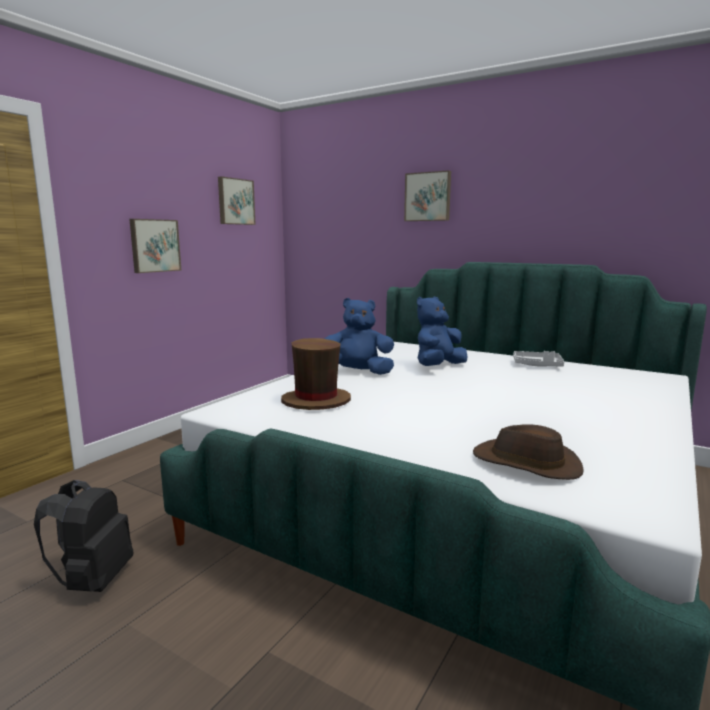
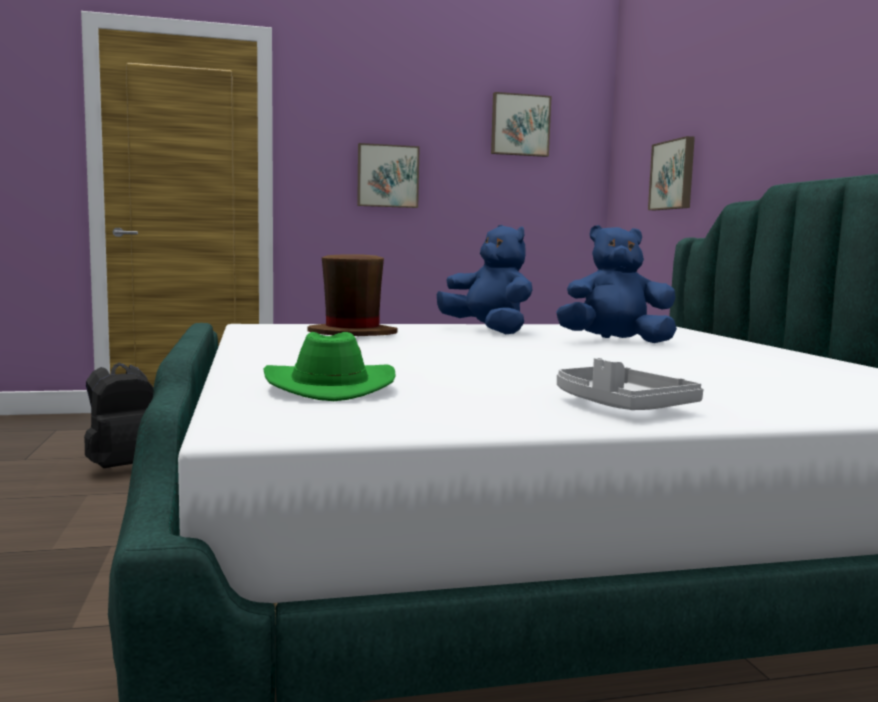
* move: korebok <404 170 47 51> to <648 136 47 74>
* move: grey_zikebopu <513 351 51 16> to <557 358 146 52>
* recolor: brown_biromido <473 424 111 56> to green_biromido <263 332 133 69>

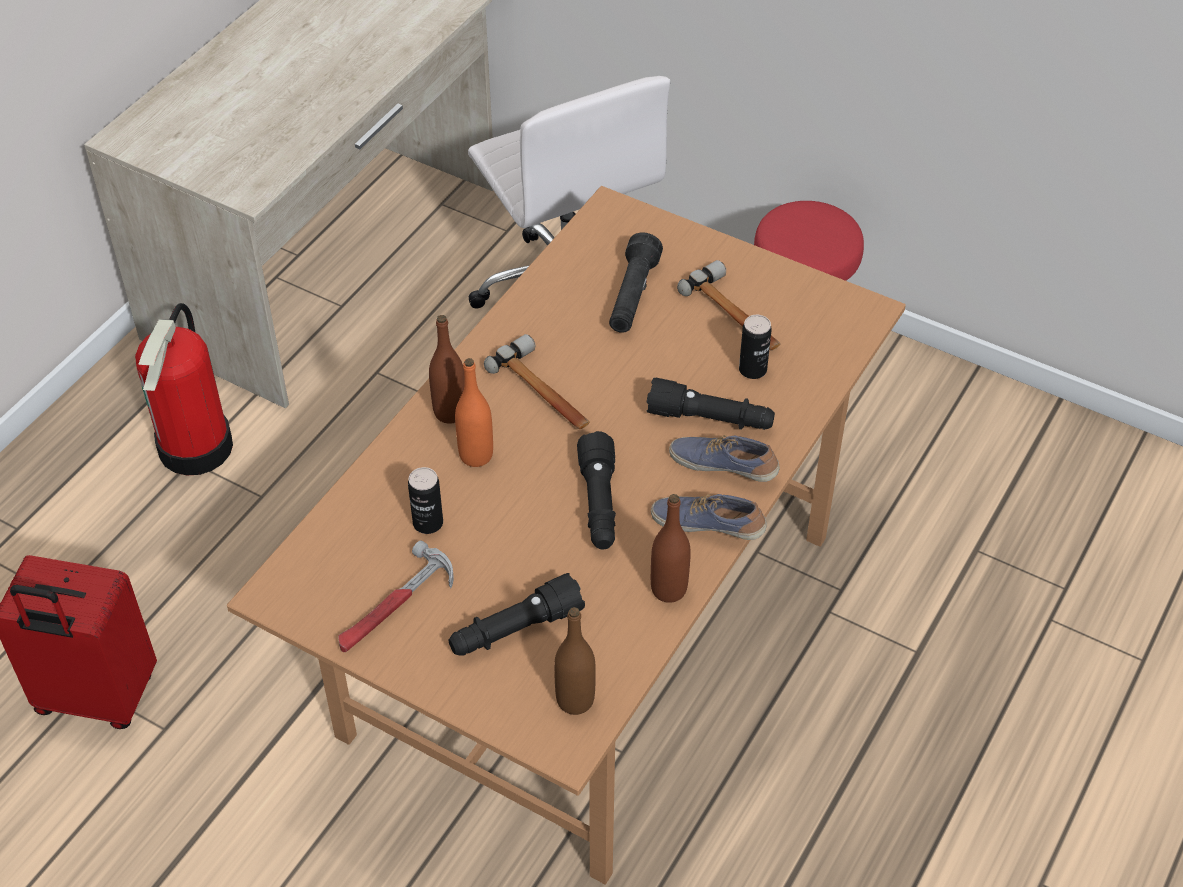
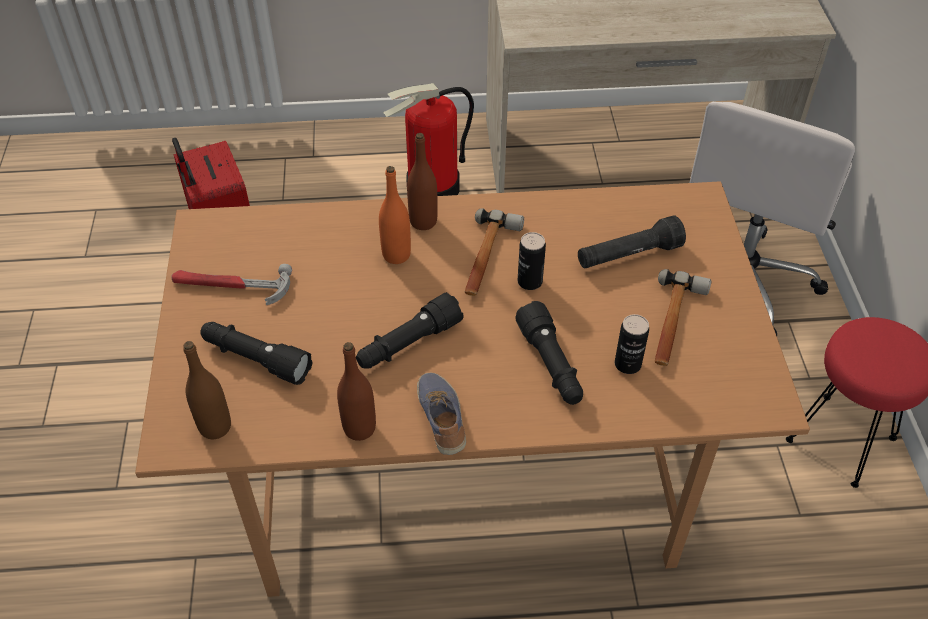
* delete: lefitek <669 435 111 47>
* move: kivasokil <408 467 35 67> to <517 232 29 58>

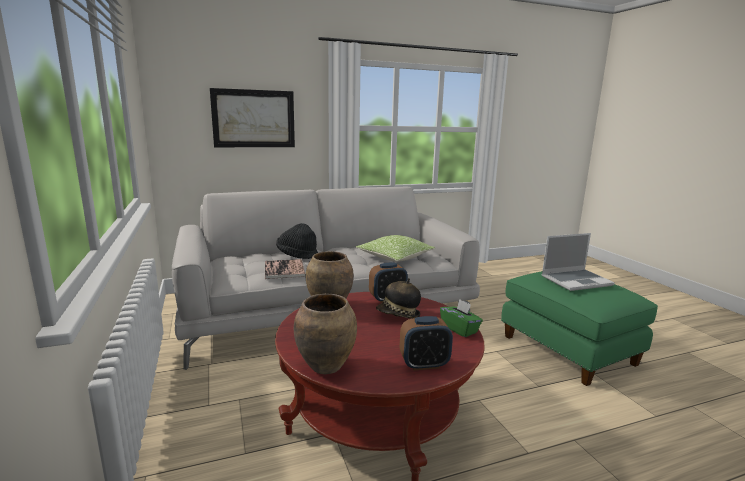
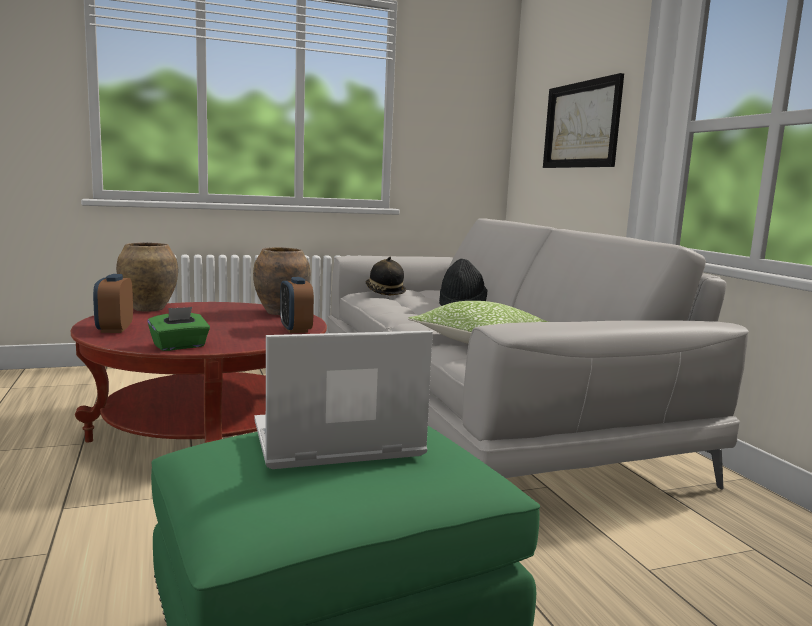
* rotate: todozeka <541 233 74 58> = <254 331 179 138> 90 degrees clockwise
* delete: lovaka <265 259 41 20>
* move: biromido <376 278 45 41> to <366 256 40 40>

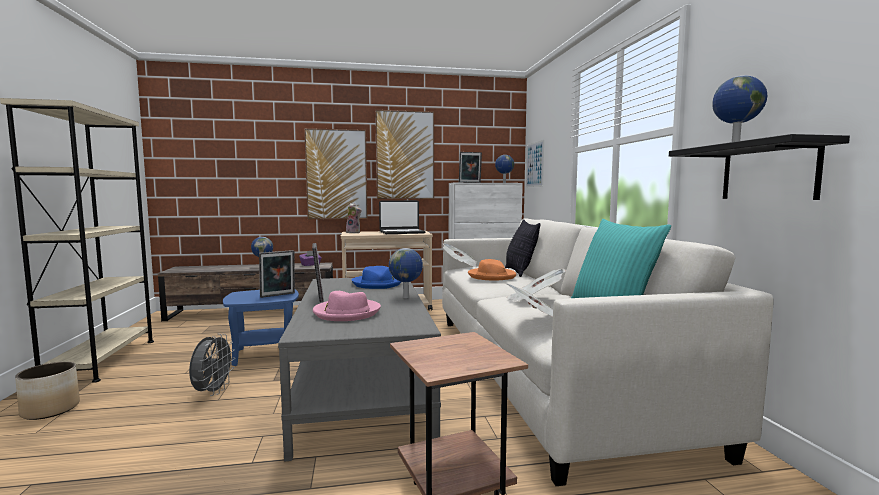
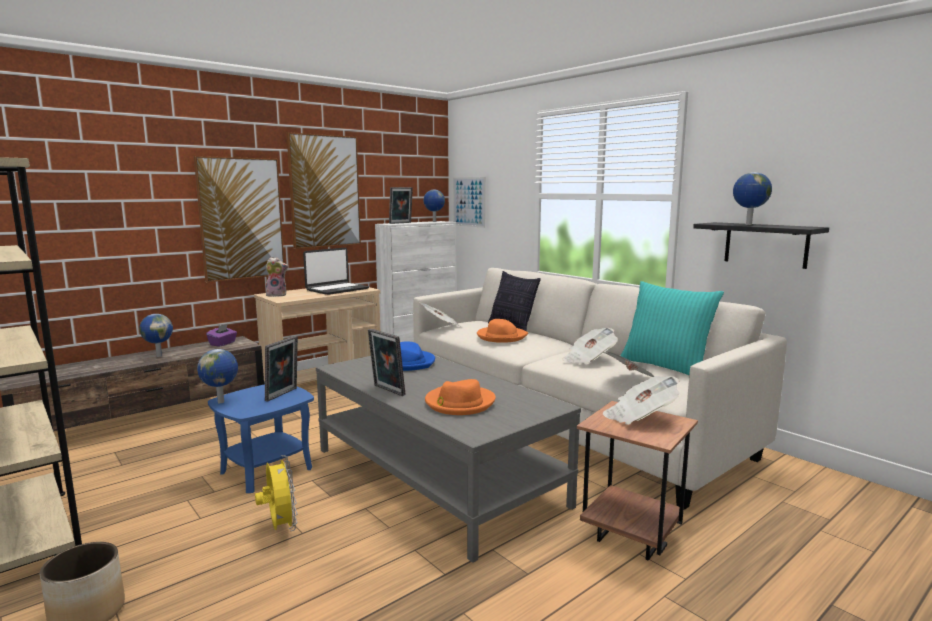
* move: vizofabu <389 248 34 50> to <197 349 41 54>
* recolor: pink_biromido <313 291 68 30> to orange_biromido <425 379 71 36>
* recolor: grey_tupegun <189 334 46 62> to yellow_tupegun <255 455 43 76>
* insert: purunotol <603 376 77 49>

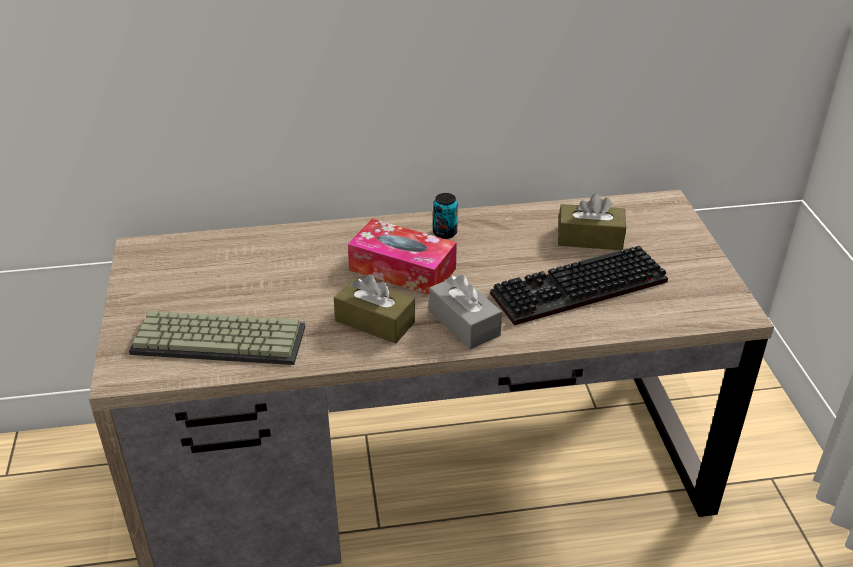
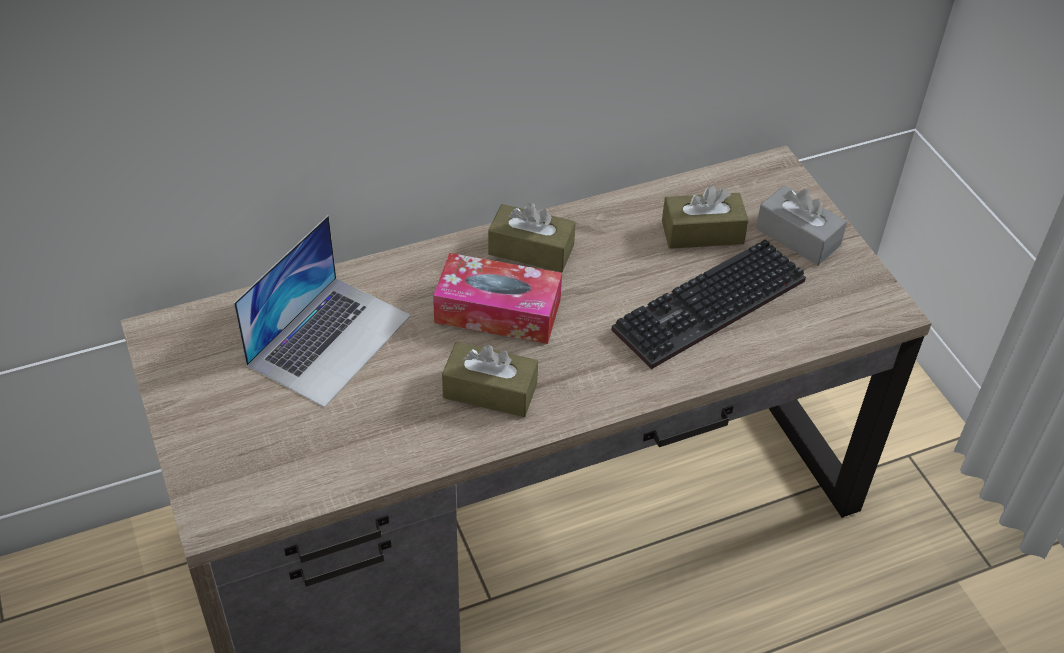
* replace: kivasokil <433 193 25 46> to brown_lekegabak <488 203 88 69>
* move: grey_lekegabak <429 275 73 74> to <756 185 91 80>
* delete: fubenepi <129 311 176 54>
* insert: todozeka <234 216 177 192>

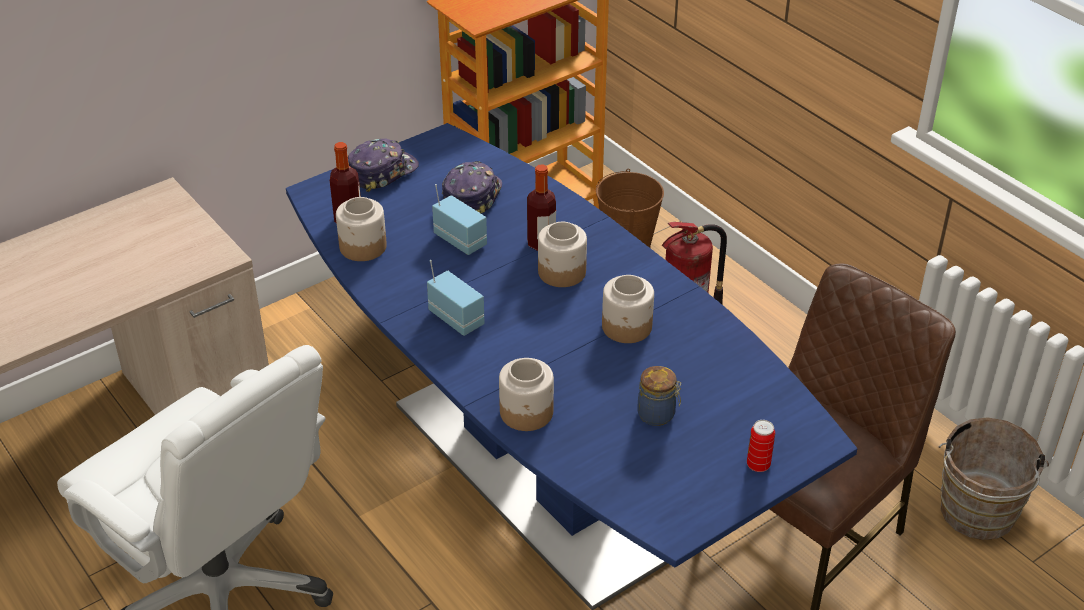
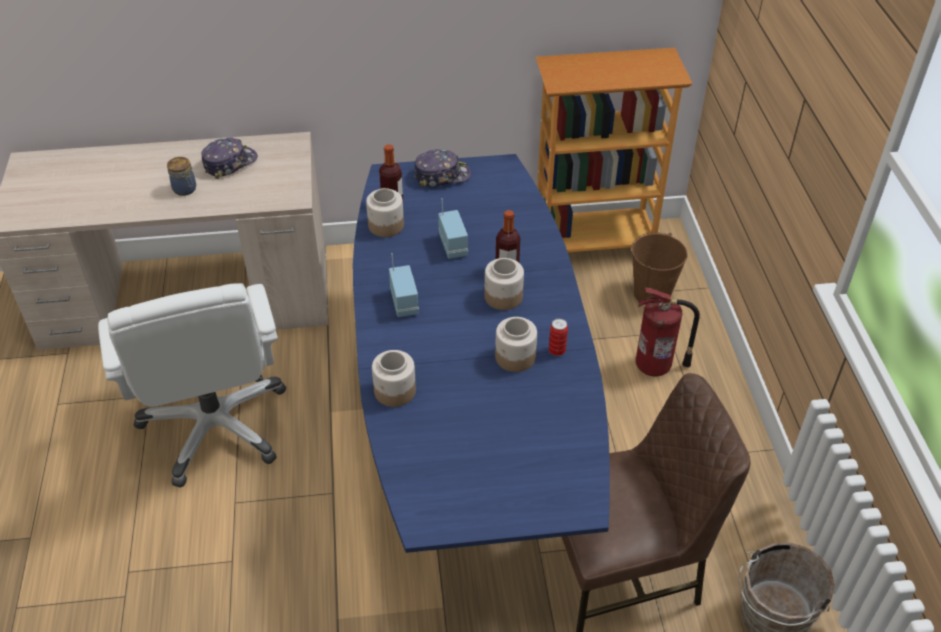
* move: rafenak <442 161 60 52> to <201 138 57 41>
* move: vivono <637 366 44 60> to <167 157 29 39>
* move: kivasokil <747 420 28 52> to <549 318 19 38>

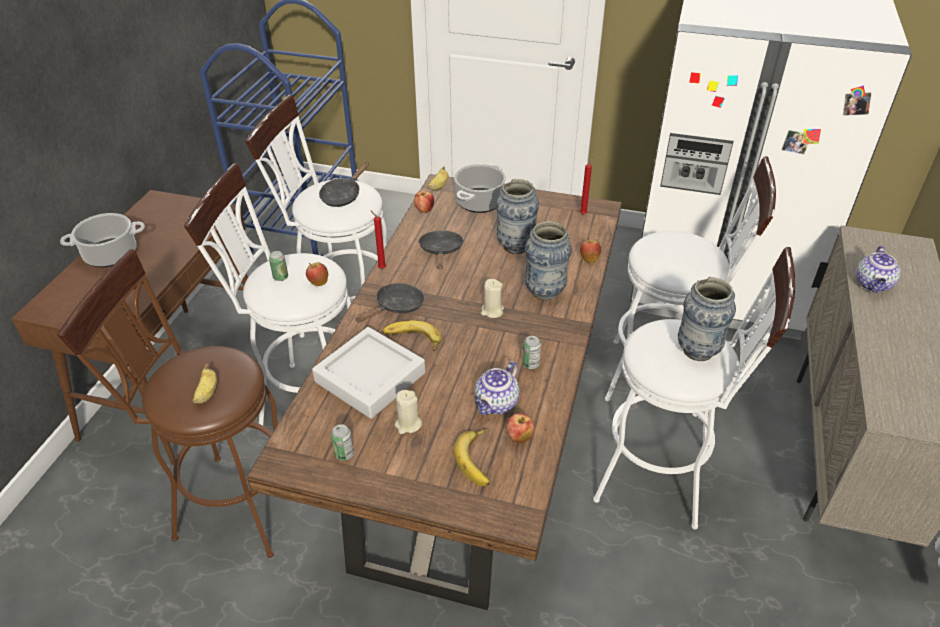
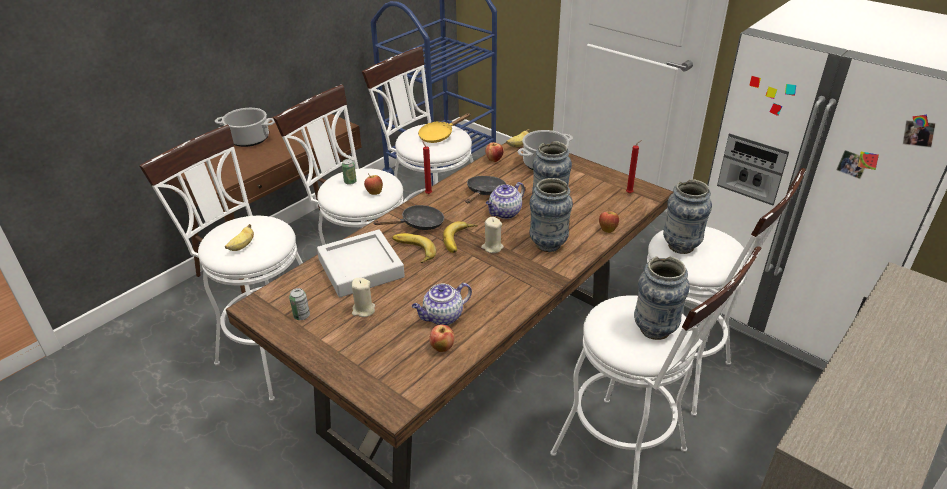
* recolor: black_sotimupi <319 162 50 45> to yellow_sotimupi <418 113 52 30>
* move: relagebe <856 246 44 47> to <486 182 39 37>
* recolor: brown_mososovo <57 249 221 309> to white_mososovo <139 124 164 277>
* delete: kivasokil <522 336 19 33>
* move: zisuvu <454 429 36 57> to <443 221 35 32>
* insert: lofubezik <663 179 49 75>

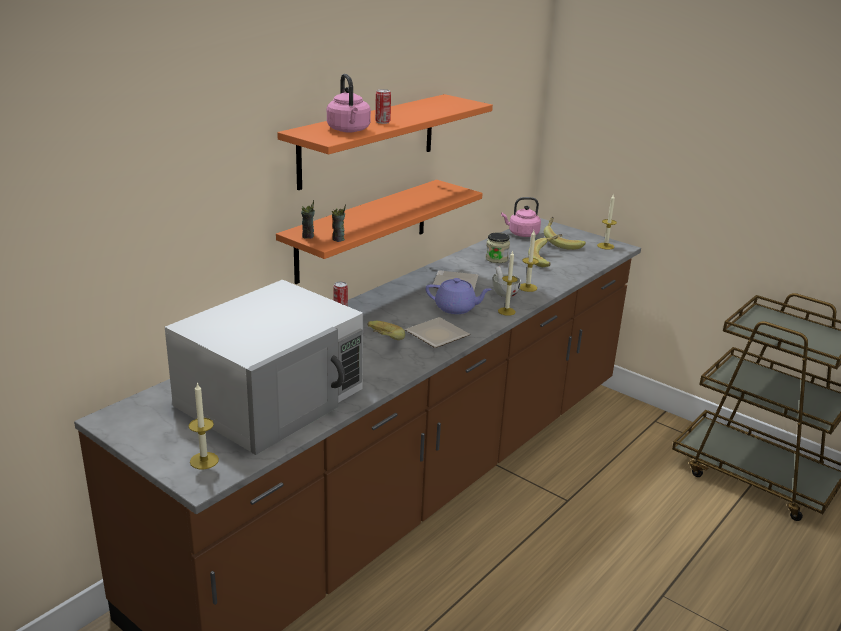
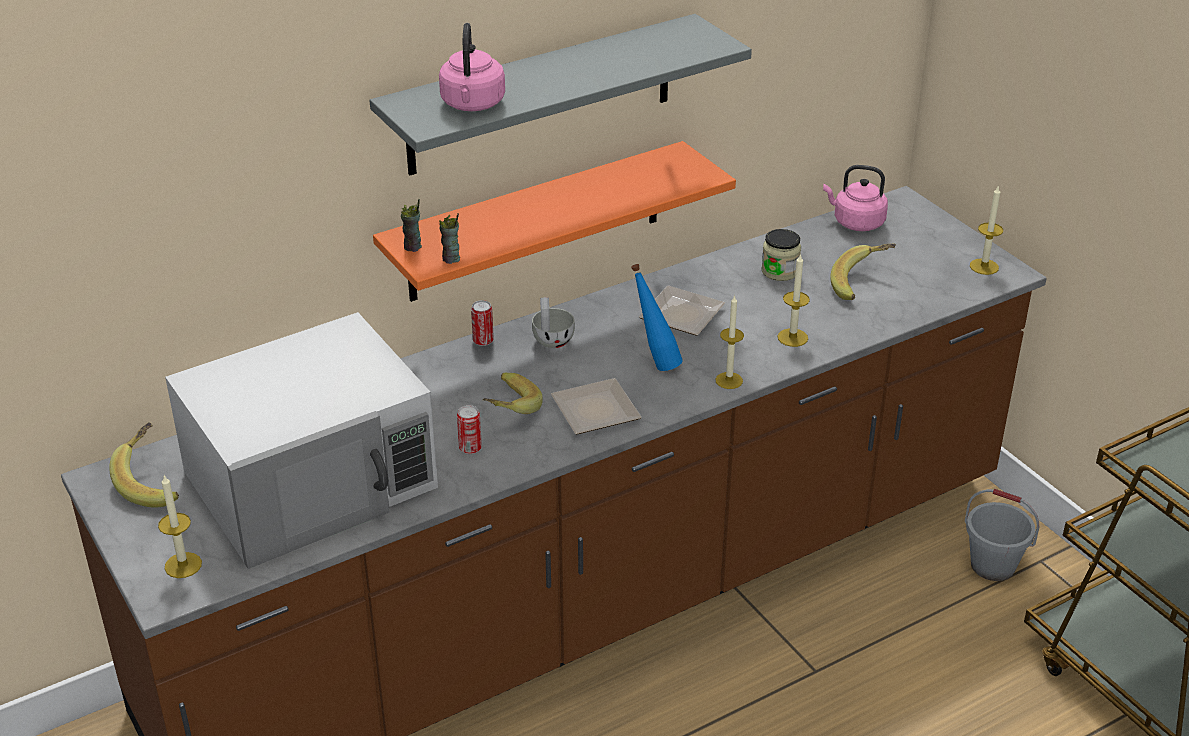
* move: kivasokil <375 89 16 35> to <457 405 25 49>
* recolor: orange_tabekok <277 94 216 96> to grey_tabekok <369 14 383 161>
* move: zisuvu <544 217 42 33> to <109 422 70 86>
* move: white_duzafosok <493 266 28 31> to <532 297 43 51>
* replace: purple_relagebe <426 278 66 36> to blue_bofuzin <631 264 52 107>
* insert: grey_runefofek <965 489 74 92>

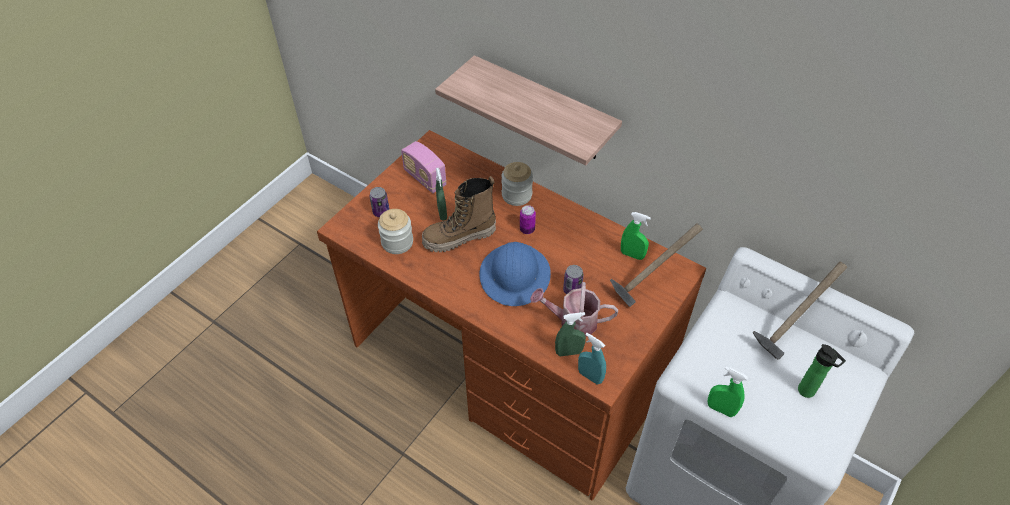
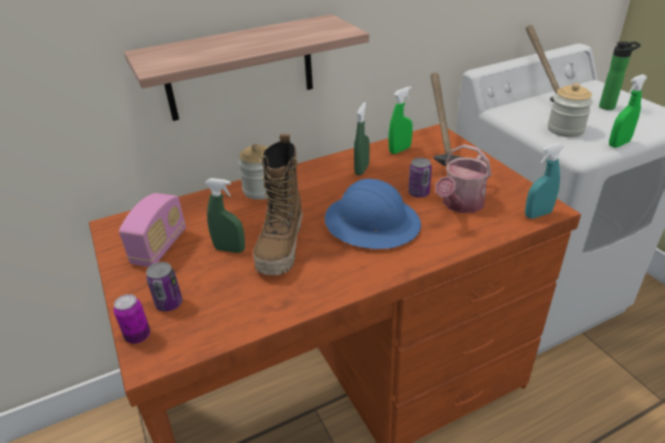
* rotate: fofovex <401 141 46 52> = <119 193 67 74> 60 degrees counterclockwise
* move: kivasokil <520 205 16 29> to <114 294 36 50>
* move: vivono <378 209 35 45> to <548 83 45 54>
* move: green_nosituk <555 312 31 44> to <354 102 16 73>

